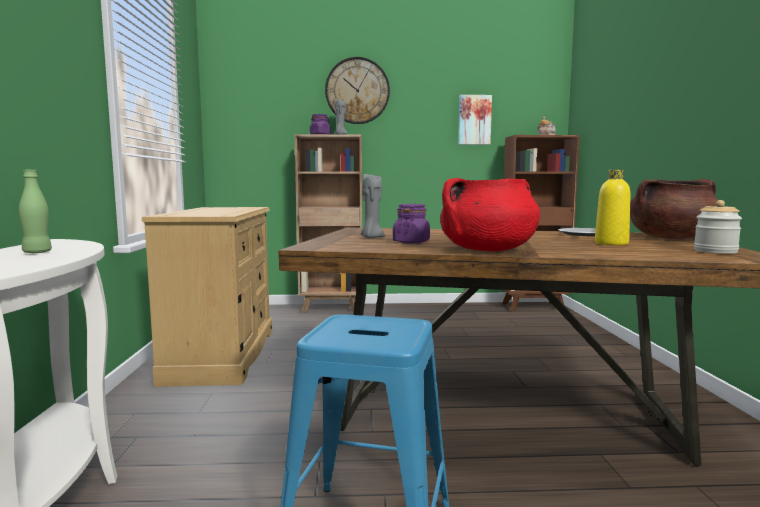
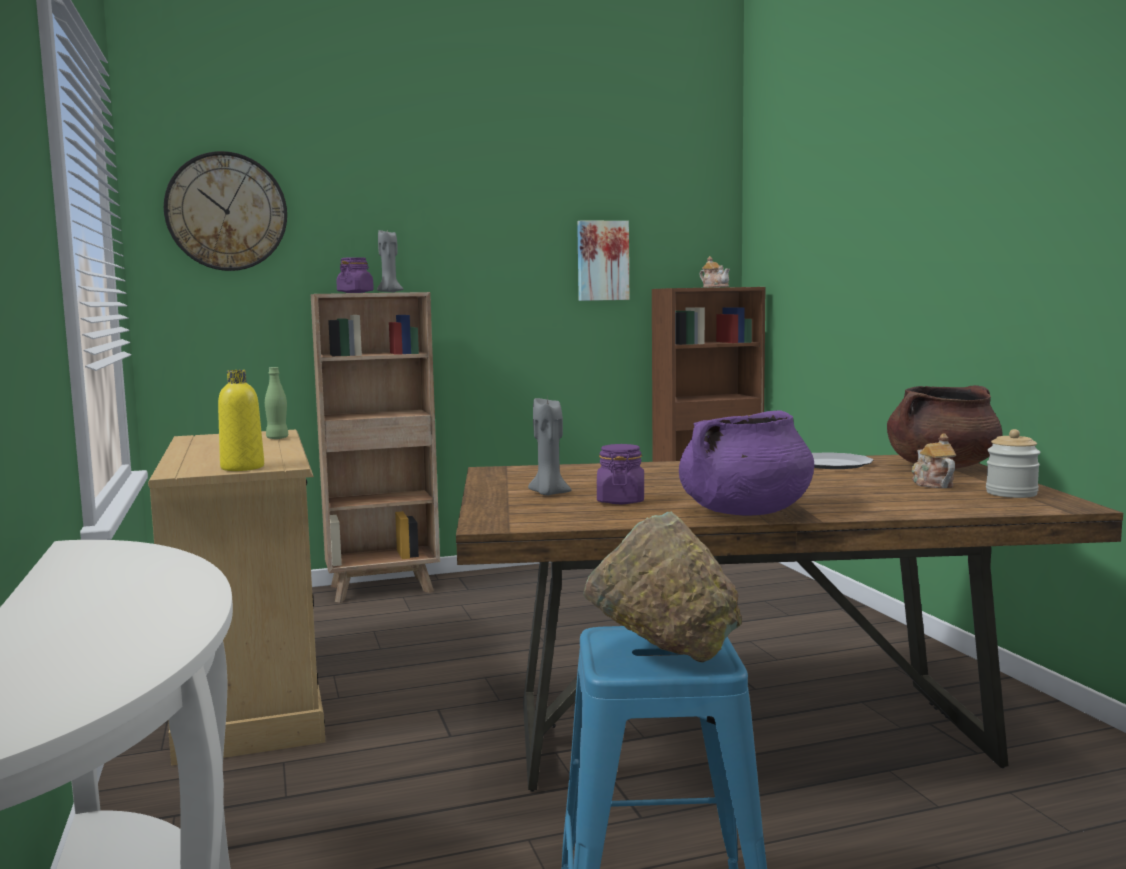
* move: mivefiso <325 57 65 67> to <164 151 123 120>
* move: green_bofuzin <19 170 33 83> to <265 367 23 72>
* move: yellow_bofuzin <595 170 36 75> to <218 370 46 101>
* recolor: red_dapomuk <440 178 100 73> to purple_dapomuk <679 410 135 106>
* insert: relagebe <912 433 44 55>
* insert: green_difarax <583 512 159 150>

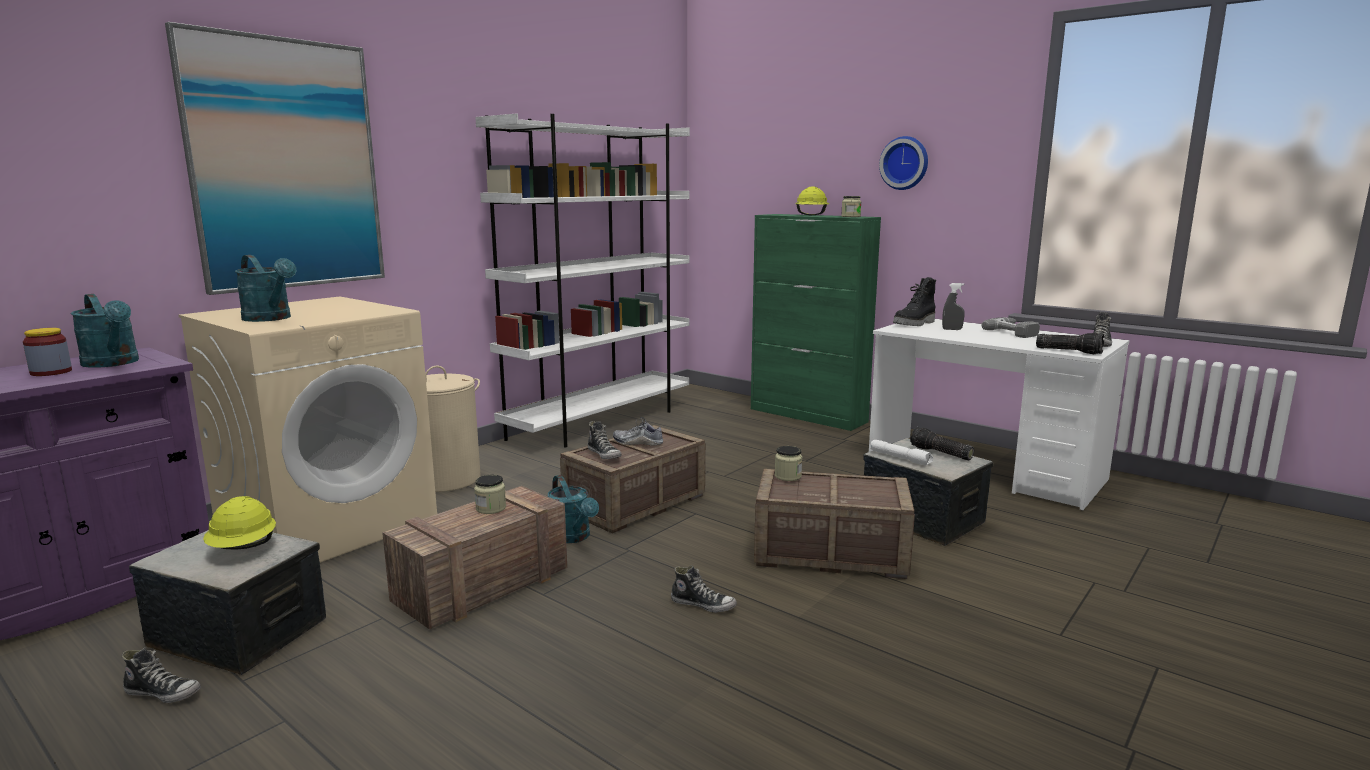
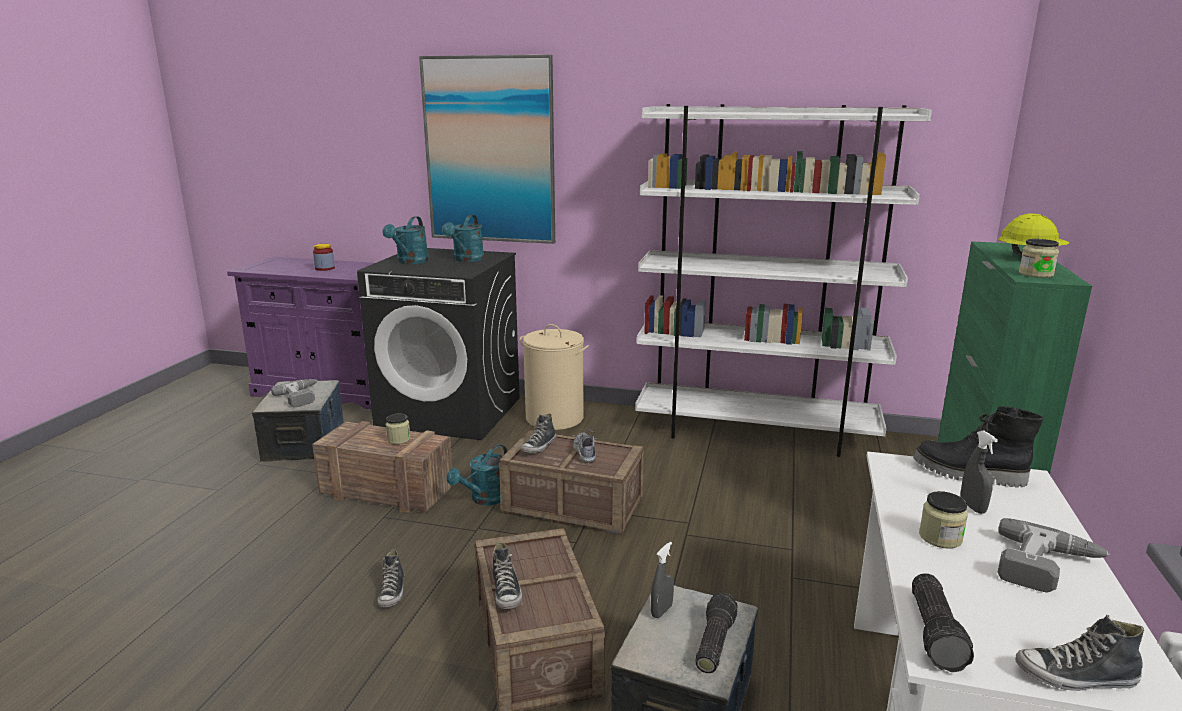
* delete: mivefiso <879 136 49 54>
* move: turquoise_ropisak <70 294 69 74> to <442 215 42 47>
* recolor: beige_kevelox <179 296 258 267> to black_kevelox <357 248 163 192>
* replace: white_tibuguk <871 440 62 26> to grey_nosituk <651 542 23 76>
* move: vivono <775 446 27 35> to <919 491 49 58>
* replace: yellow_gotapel <203 496 73 53> to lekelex <271 379 47 29>
* move: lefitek <122 647 79 57> to <493 542 29 67>

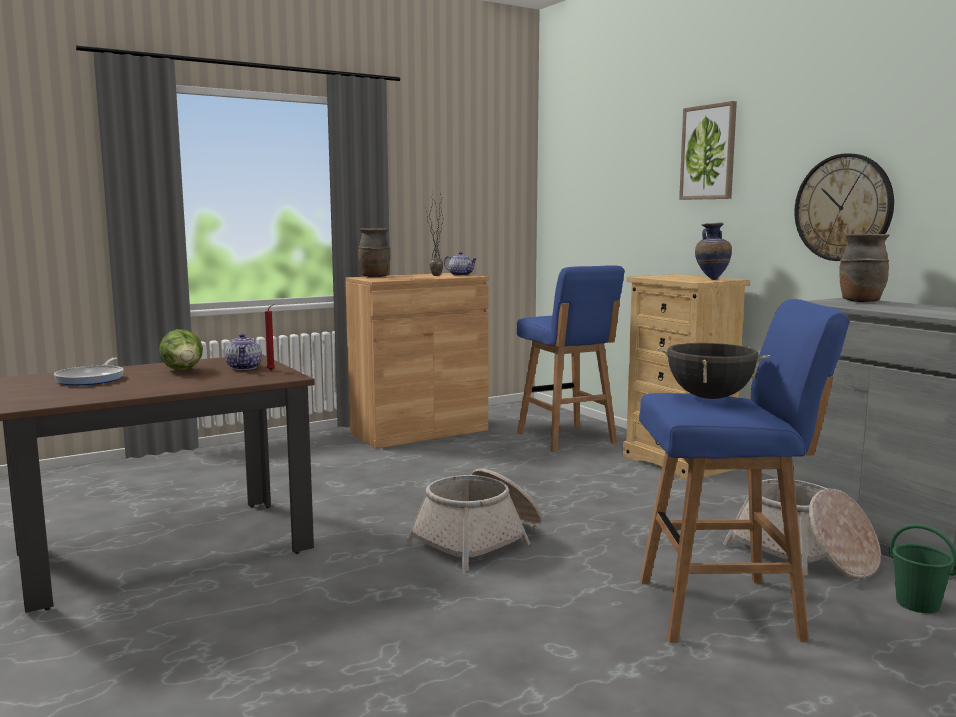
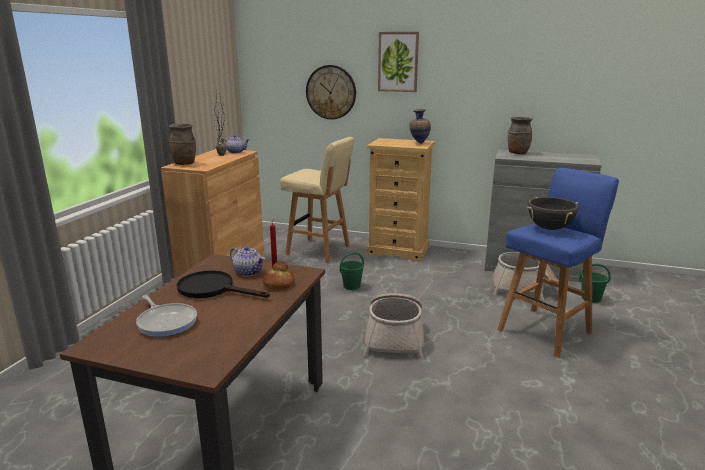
* move: mivefiso <794 154 100 107> to <306 65 50 55>
* recolor: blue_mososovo <517 265 108 187> to beige_mososovo <280 137 74 126>
* replace: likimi <159 329 44 41> to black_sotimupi <177 270 93 28>
* insert: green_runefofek <339 252 25 38>
* insert: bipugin <263 261 32 28>

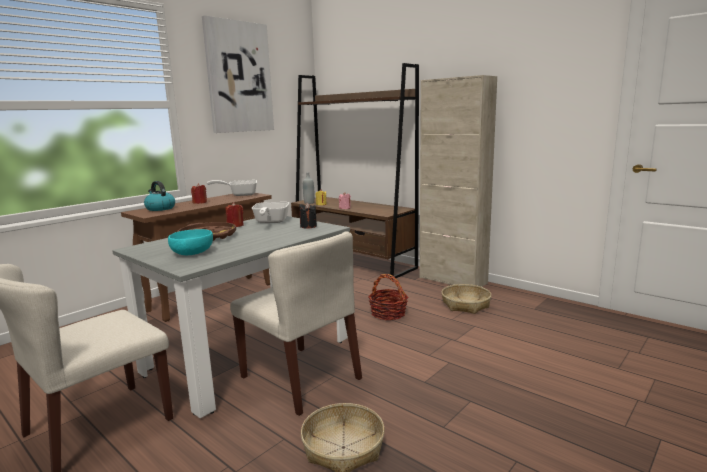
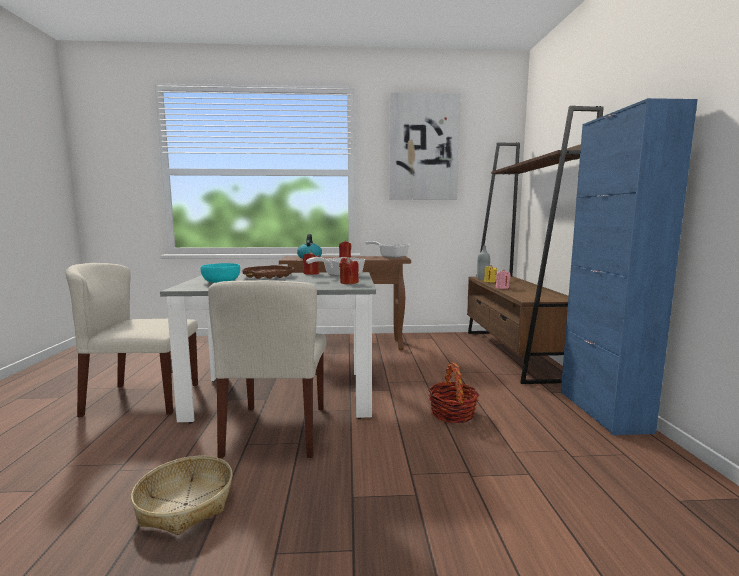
* recolor: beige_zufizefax <420 75 77 212> to blue_zufizefax <561 98 137 337>
* recolor: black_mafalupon <299 203 18 26> to red_mafalupon <339 257 20 27>
* delete: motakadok <441 284 50 30>

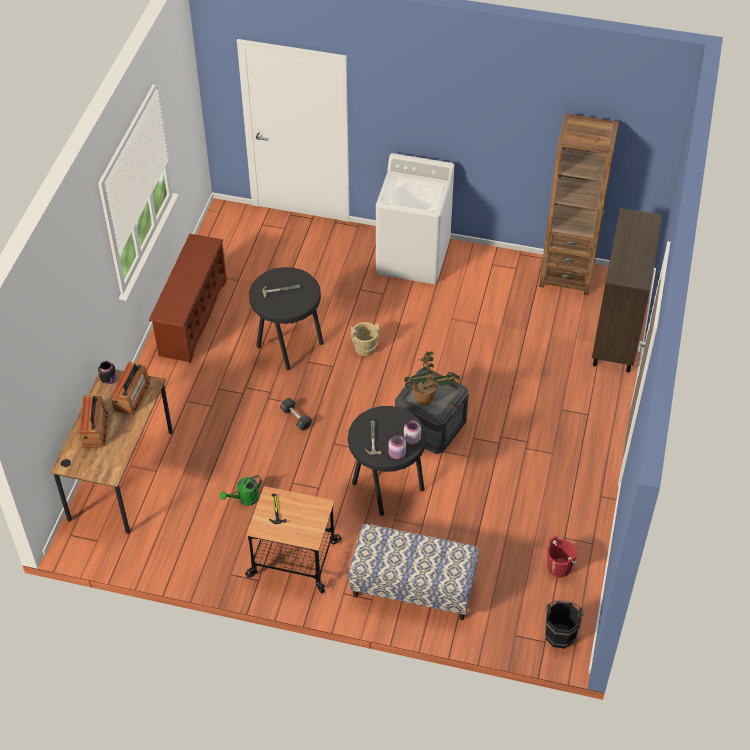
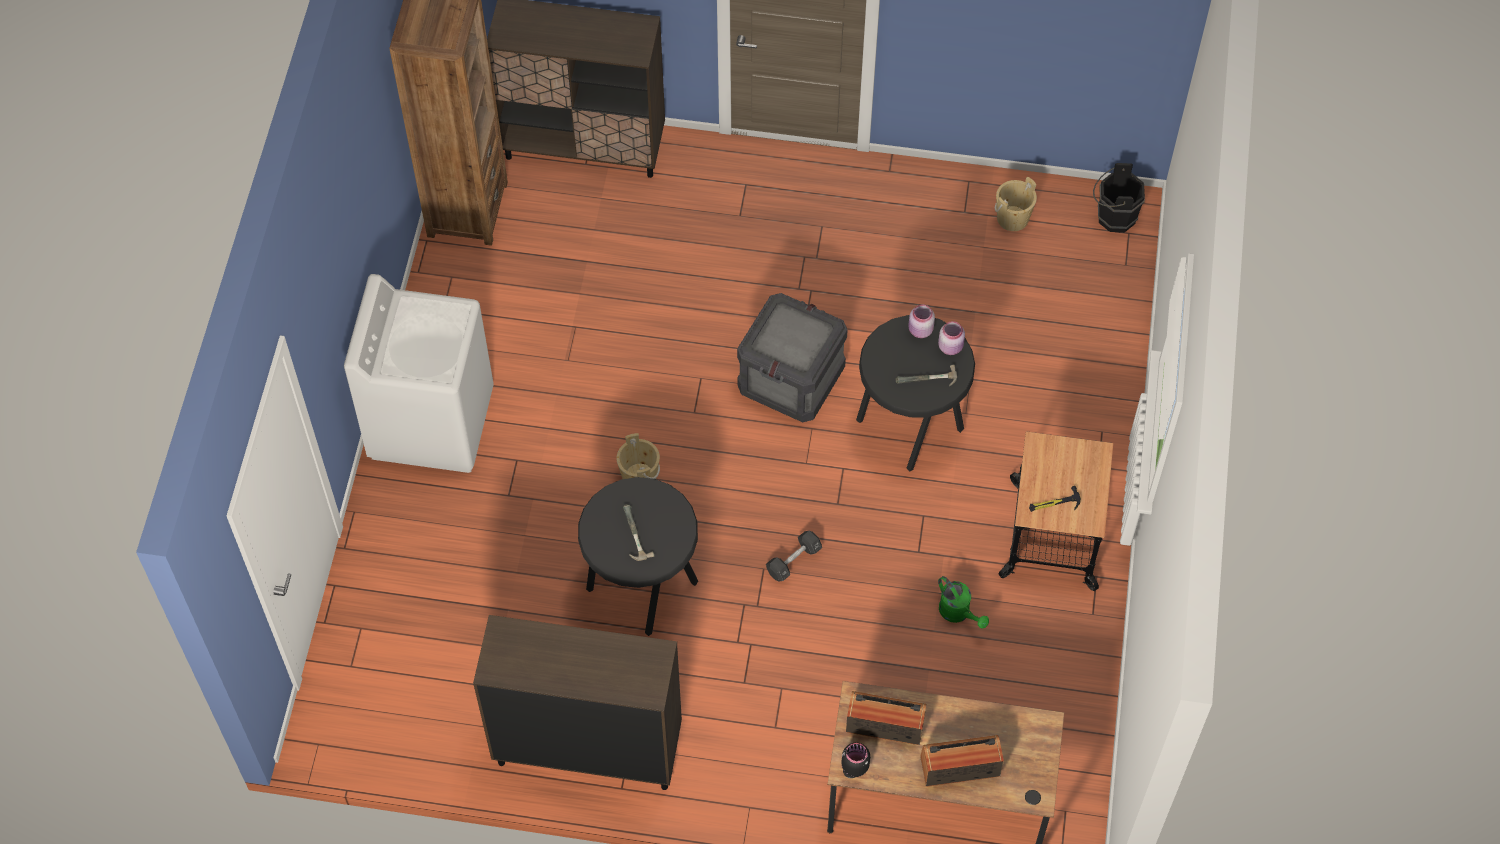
* replace: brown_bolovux <149 234 78 130> to brown_zufizefax <473 615 209 175>
* delete: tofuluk <404 351 57 54>
* delete: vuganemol <349 524 130 96>
* recolor: red_runefofek <547 536 30 41> to beige_runefofek <995 177 42 54>

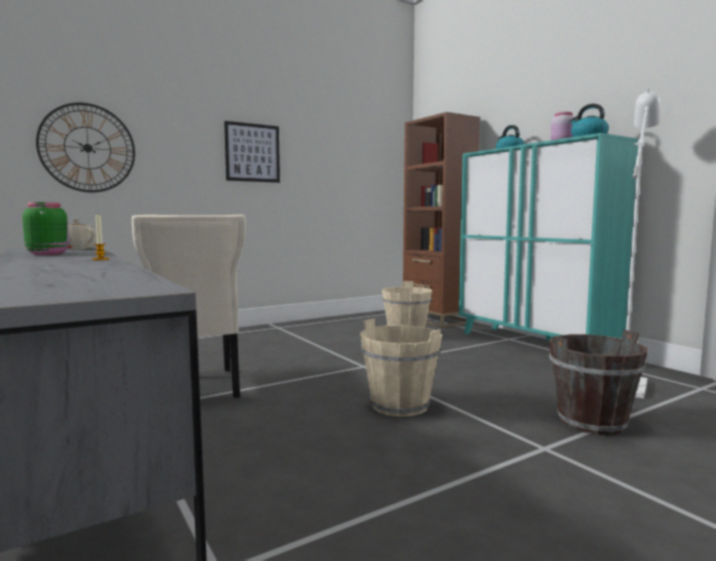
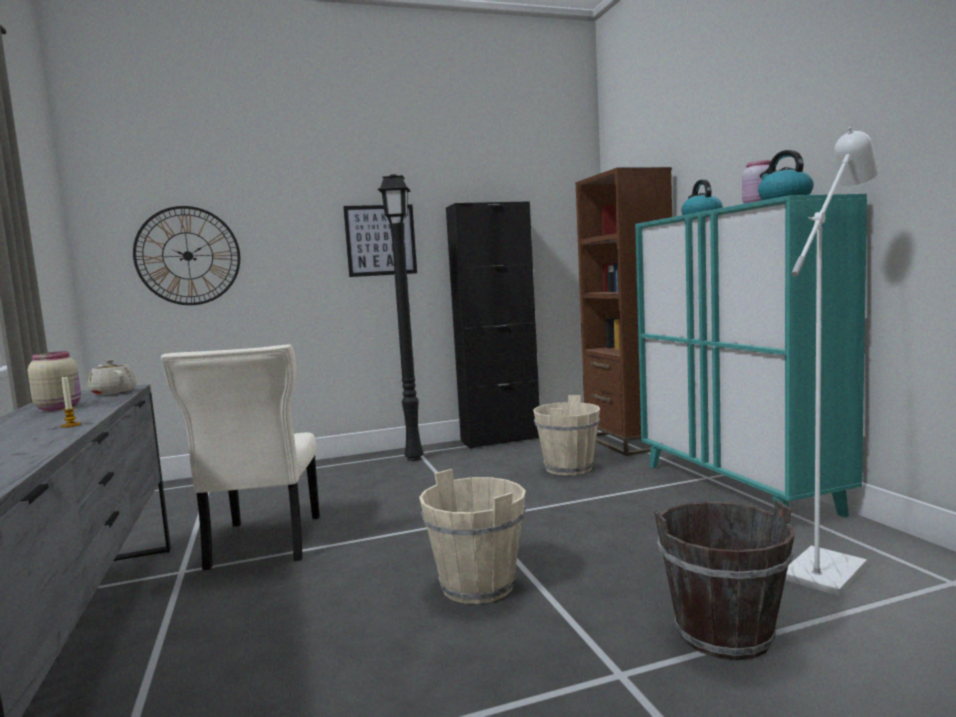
* recolor: green_vivono <22 202 47 53> to beige_vivono <28 351 53 60>
* insert: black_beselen <378 174 46 287>
* insert: black_zufizefax <446 201 94 248>

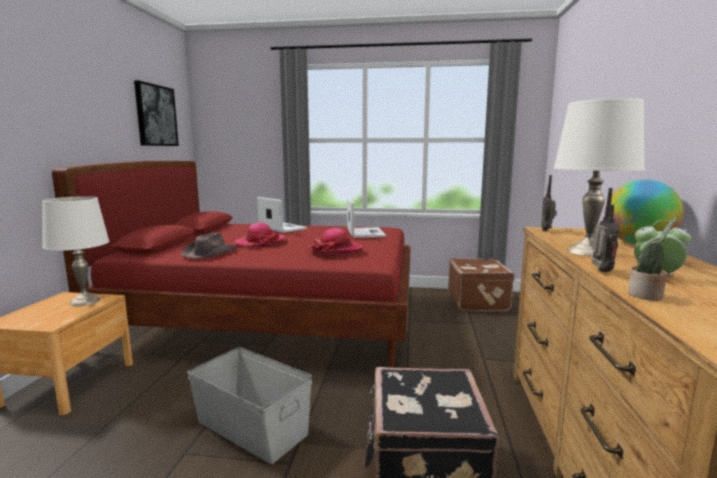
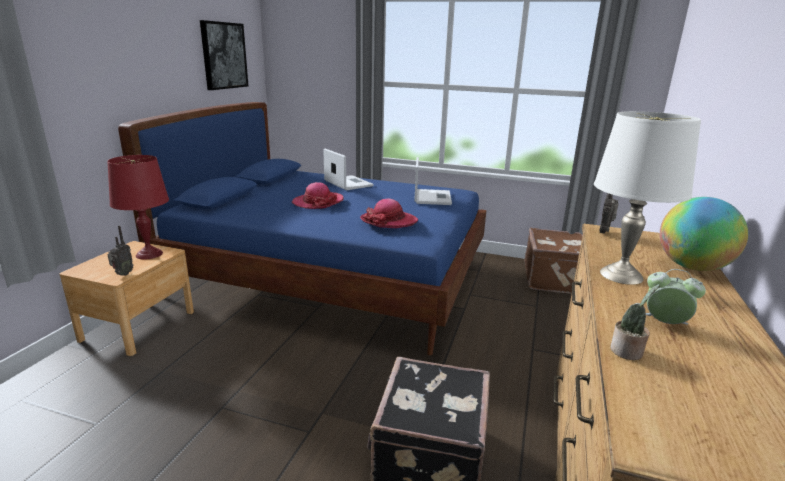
* recolor: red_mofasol <52 161 359 207> to blue_mofasol <118 102 369 253>
* move: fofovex <589 188 30 84> to <108 225 26 51>
* recolor: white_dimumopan <42 196 67 110> to red_dimumopan <107 155 62 104>
* delete: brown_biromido <181 232 57 27>
* delete: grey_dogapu <187 347 125 117>

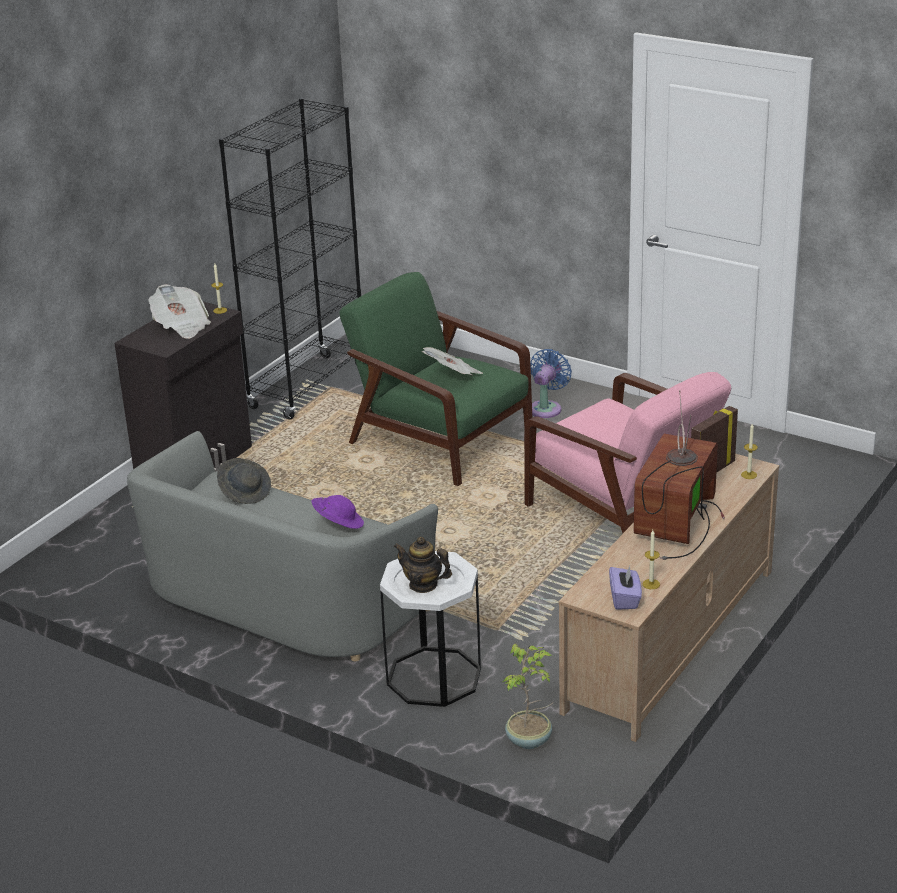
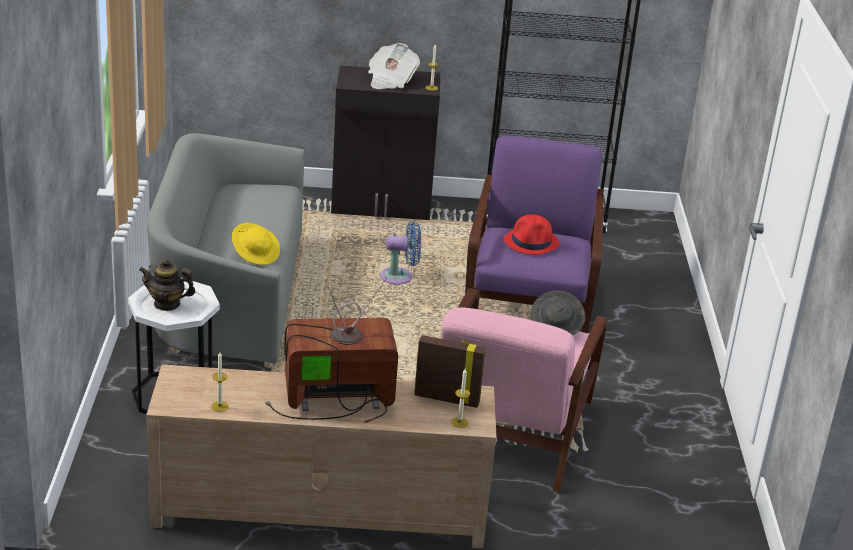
* recolor: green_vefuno <339 272 193 214> to purple_vefuno <465 136 139 197>
* replace: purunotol <422 347 61 28> to red_biromido <504 214 55 41>
* move: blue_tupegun <530 349 42 69> to <380 222 41 63>
* move: grey_biromido <217 458 54 46> to <530 290 56 46>
* recolor: purple_biromido <311 495 53 34> to yellow_biromido <232 223 48 42>
* rotate: relagebe <394 537 58 56> = <139 259 57 52> 75 degrees counterclockwise
* delete: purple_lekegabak <609 566 33 44>
* delete: tofuluk <503 643 51 106>

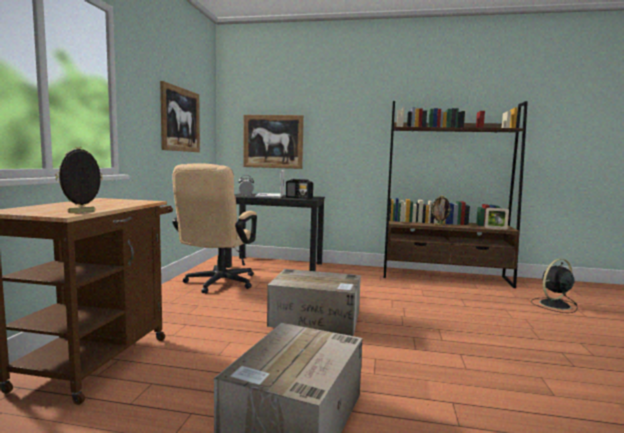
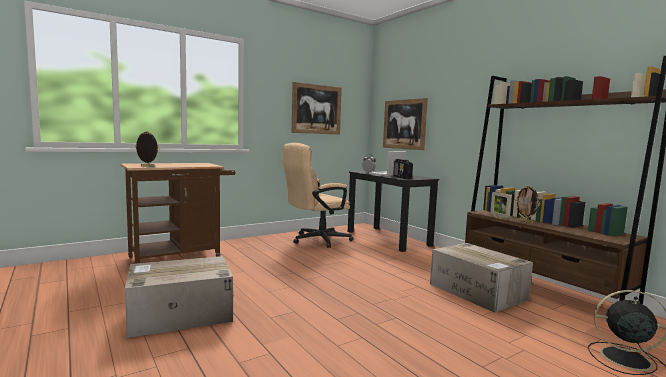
* move: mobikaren <485 207 24 23> to <490 192 22 26>
* move: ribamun <267 269 94 67> to <430 243 103 70>

